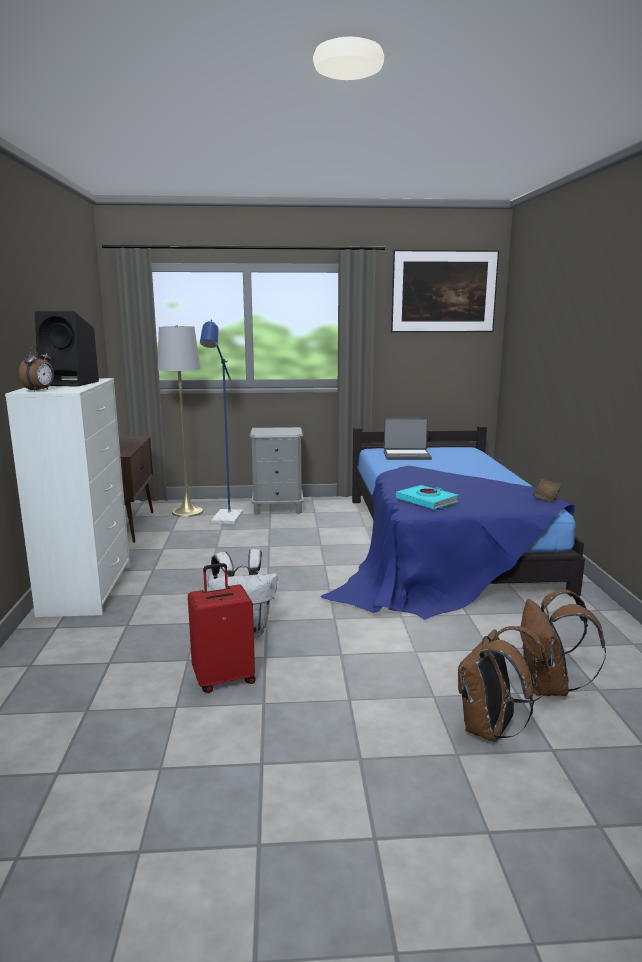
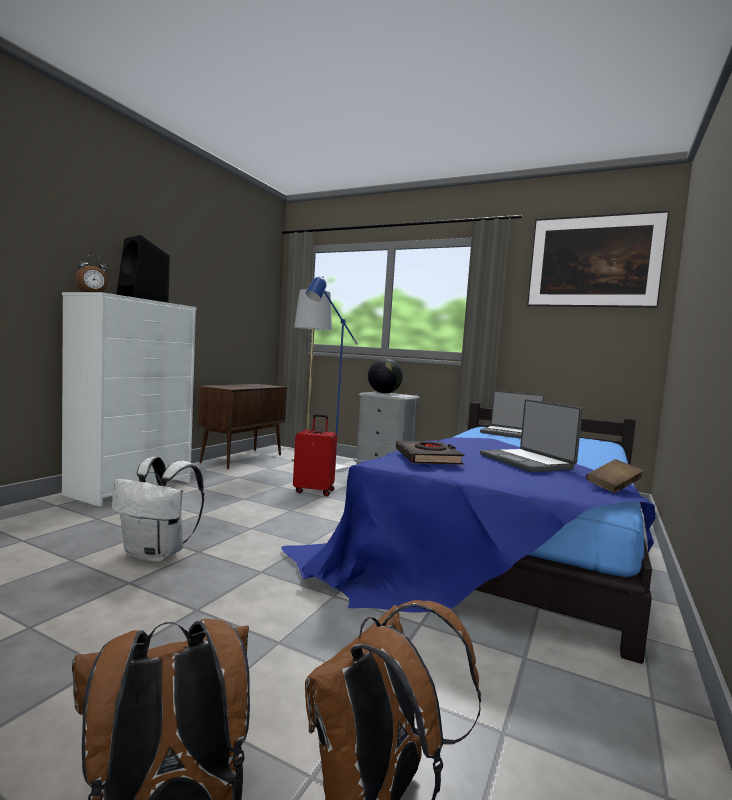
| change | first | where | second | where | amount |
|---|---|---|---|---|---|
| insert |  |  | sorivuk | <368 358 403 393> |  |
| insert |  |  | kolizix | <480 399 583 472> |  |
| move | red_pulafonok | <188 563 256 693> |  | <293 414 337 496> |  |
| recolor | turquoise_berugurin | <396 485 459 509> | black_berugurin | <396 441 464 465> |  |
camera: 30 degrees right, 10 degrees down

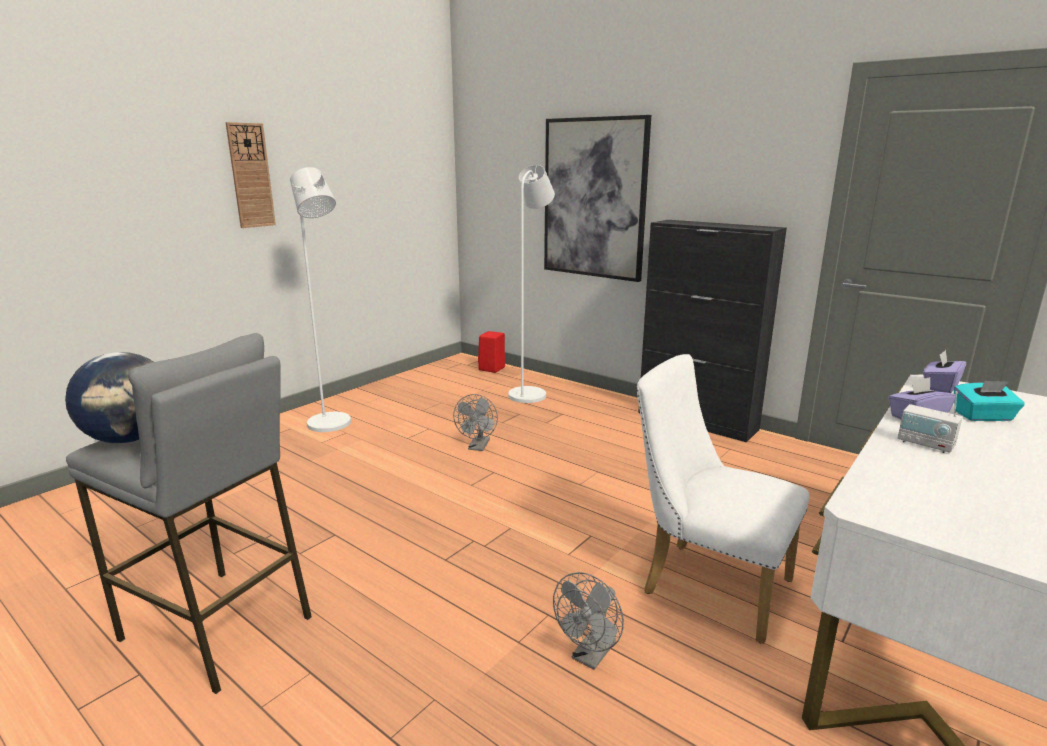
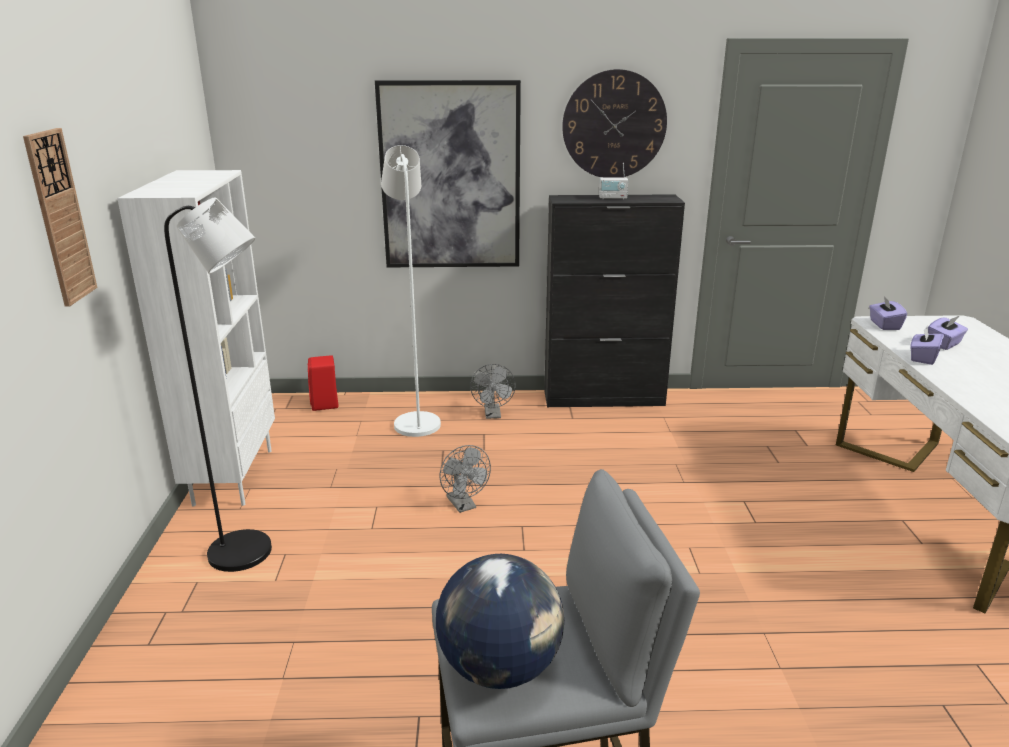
| change | first | where | second | where | amount |
|---|---|---|---|---|---|
| delete | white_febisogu | <636 354 809 644> |  |  |  |
| insert |  |  | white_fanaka | <117 170 275 506> |  |
| insert |  |  | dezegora | <562 69 667 178> |  |
| move | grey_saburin | <553 572 624 670> |  | <470 364 516 419> |  |
| move | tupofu | <898 391 963 453> |  | <599 163 628 200> |  |
| recolor | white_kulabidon | <290 167 351 432> | black_kulabidon | <164 197 272 572> |  |
| recolor | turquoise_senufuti | <954 381 1025 421> | purple_senufuti | <928 316 968 350> |  |
camera: 40 degrees left, 5 degrees up

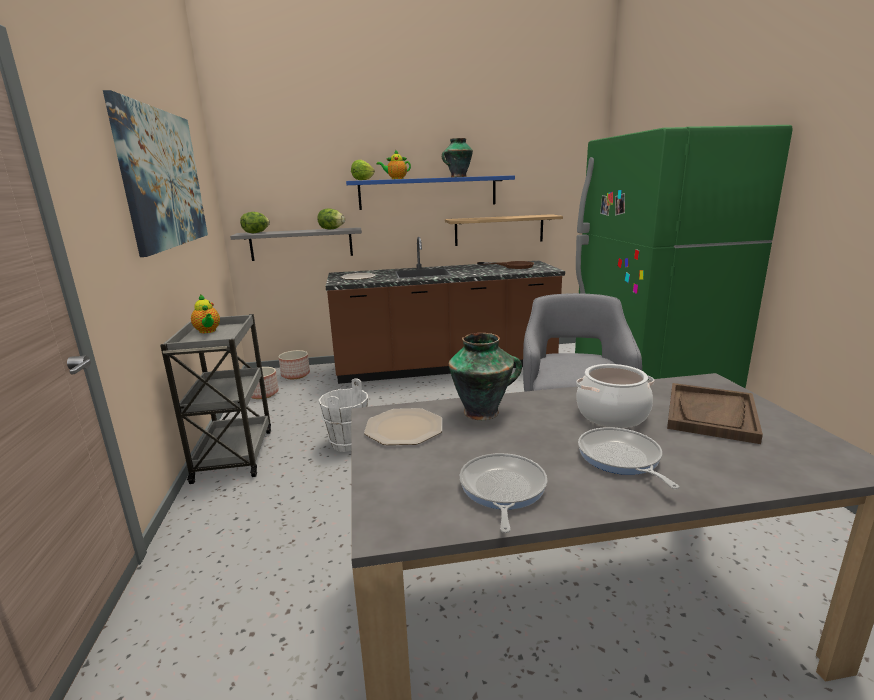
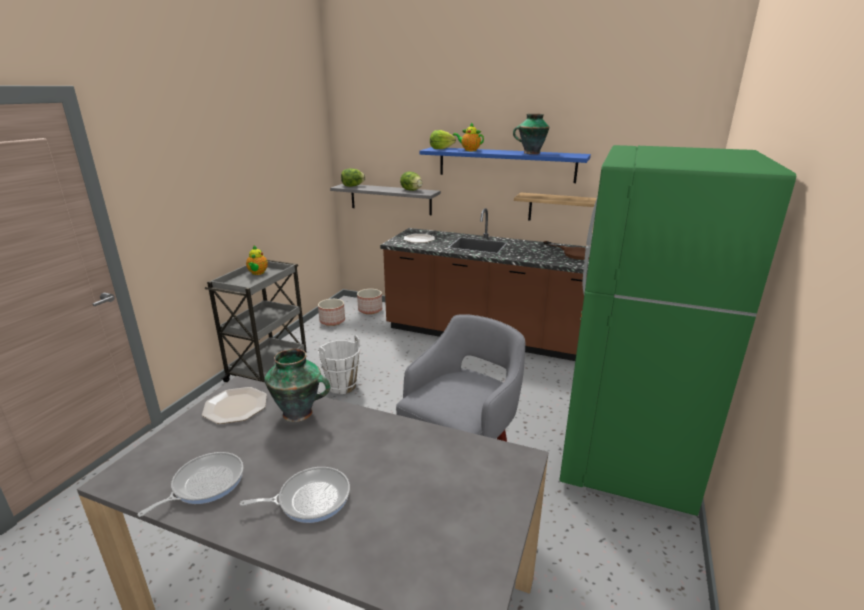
| change | first | where | second | where | amount |
|---|---|---|---|---|---|
| delete | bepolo | <103 90 208 257> |  |  |  |
| delete | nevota | <576 364 655 428> |  |  |  |
| delete | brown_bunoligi | <667 383 763 444> |  |  |  |
| rotate | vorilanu | <578 427 679 489> |  | <240 467 350 523> | 60 degrees clockwise |
camera: 30 degrees right, 5 degrees up

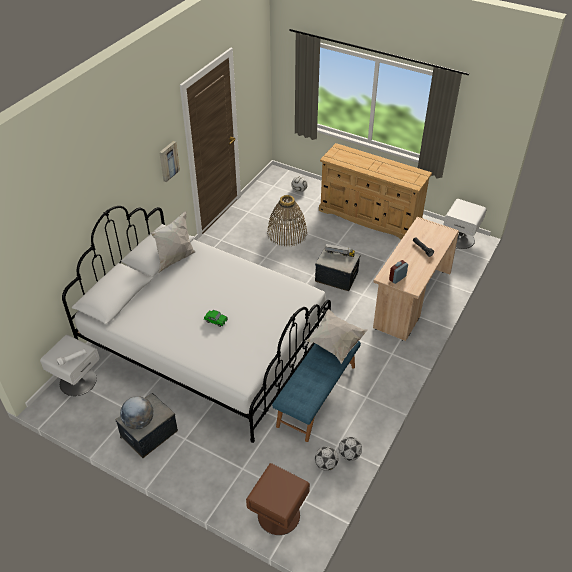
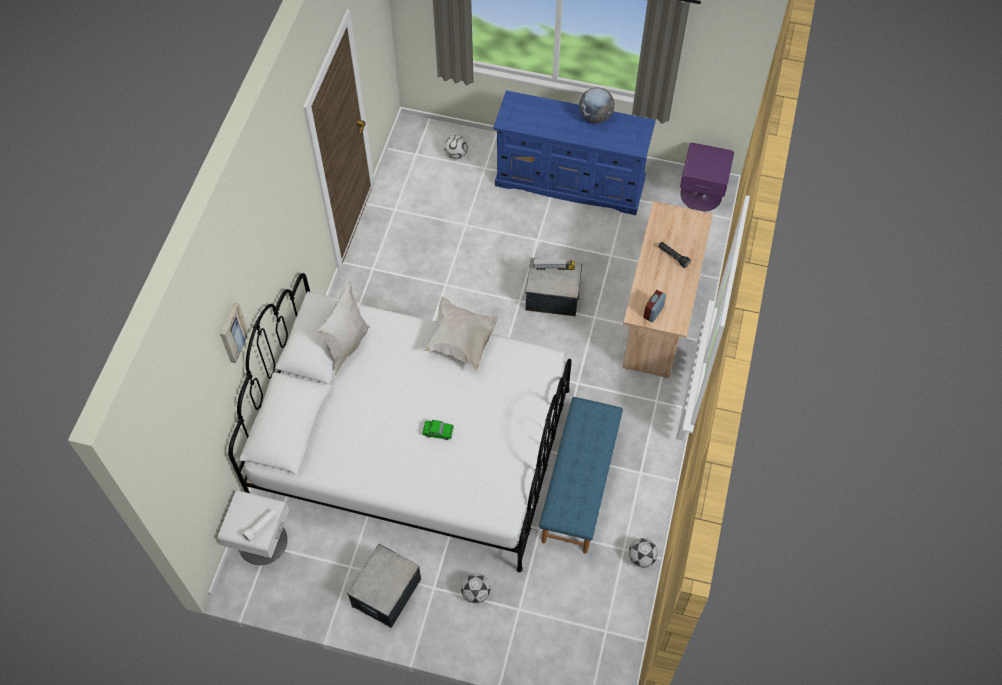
| change | first | where | second | where | amount |
|---|---|---|---|---|---|
| delete | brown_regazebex | <246 463 310 535> |  |  |  |
| delete | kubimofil | <268 195 307 247> |  |  |  |
| move | sorivuk | <120 396 154 429> |  | <579 87 615 124> |  |
| move | bepolo | <159 141 180 182> |  | <220 302 249 363> |  |
| move | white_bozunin | <305 309 367 364> |  | <423 297 499 372> |  |
| move | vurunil | <315 446 338 471> |  | <461 573 491 603> |  |
| recolor | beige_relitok | <319 143 432 240> | blue_relitok | <493 90 656 215> |  |
| recolor | white_regazebex | <443 199 487 249> | purple_regazebex | <680 143 734 212> |  |
camera: 15 degrees left, 15 degrees up

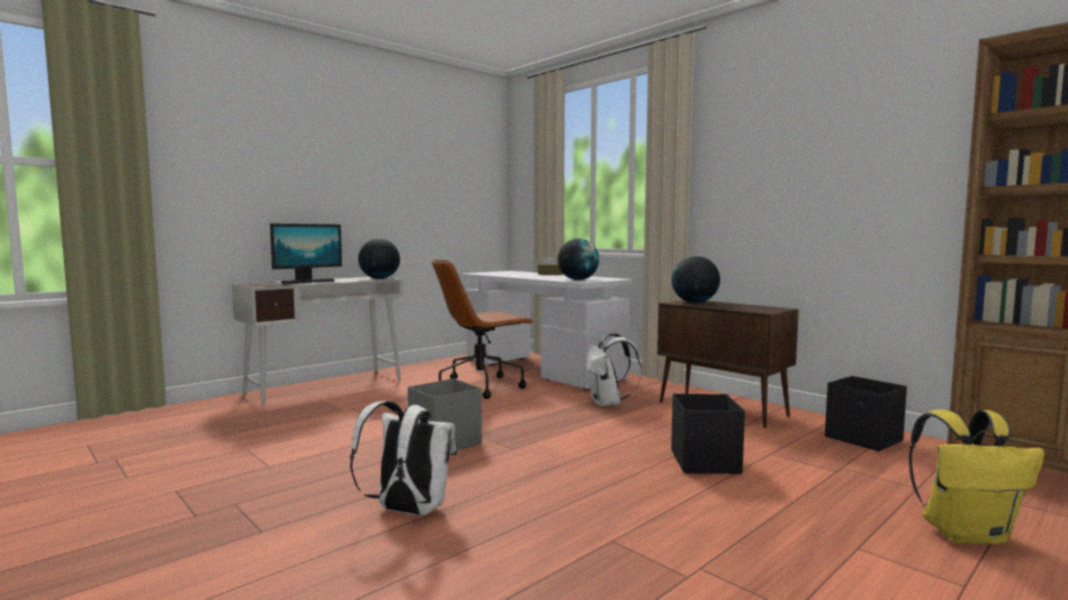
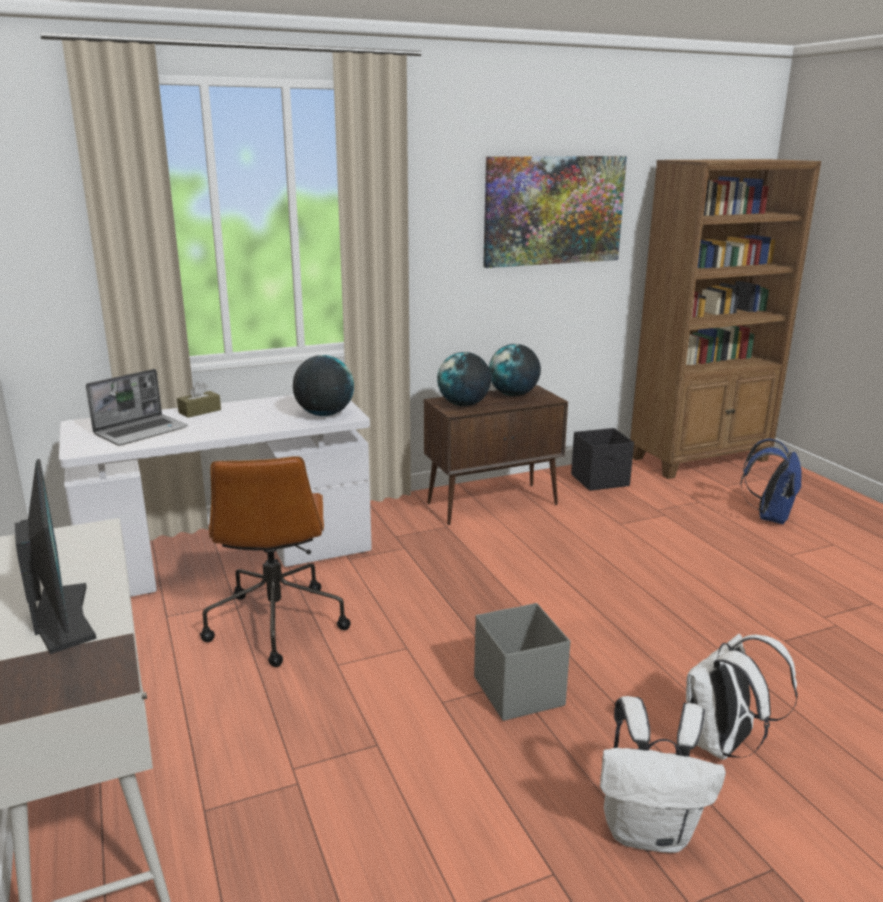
| change | first | where | second | where | amount |
|---|---|---|---|---|---|
| delete | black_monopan | <671 394 745 474> |  |  |  |
| insert |  |  | kolizix | <86 369 188 446> |  |
| insert |  |  | bepolo | <483 156 627 268> |  |
| move | sorivuk | <358 238 400 279> |  | <489 344 541 396> |  |
| move | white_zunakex | <586 333 642 406> |  | <600 696 726 853> |  |
| recolor | yellow_zunakex | <909 409 1045 544> | blue_zunakex | <740 439 802 525> |  |
camera: 70 degrees left, 15 degrees up

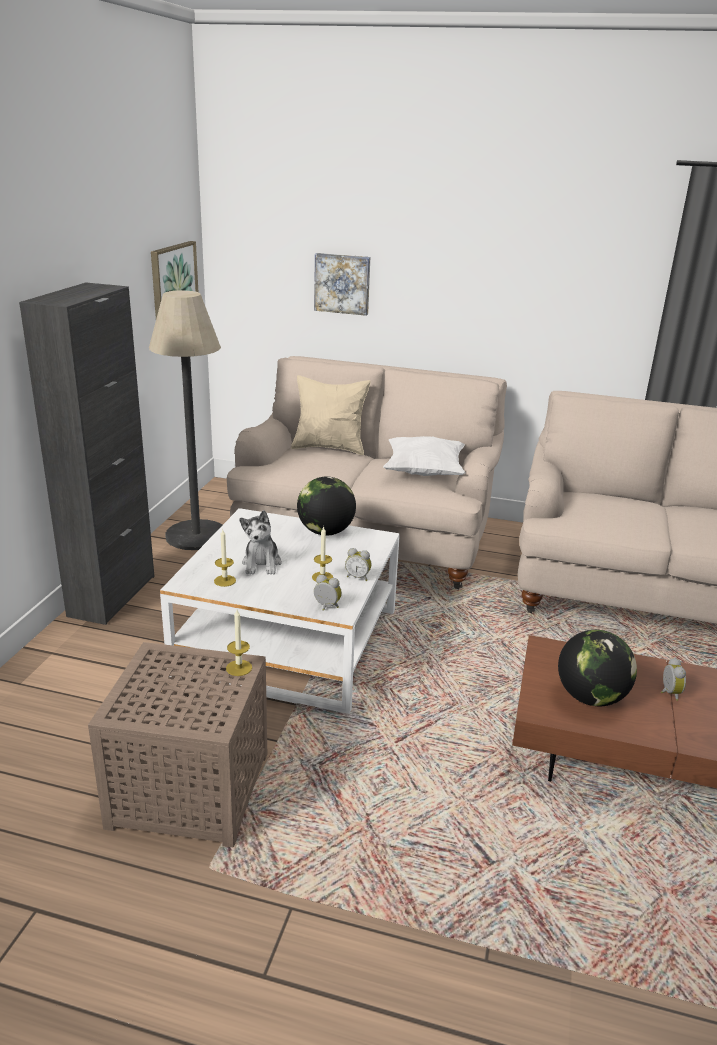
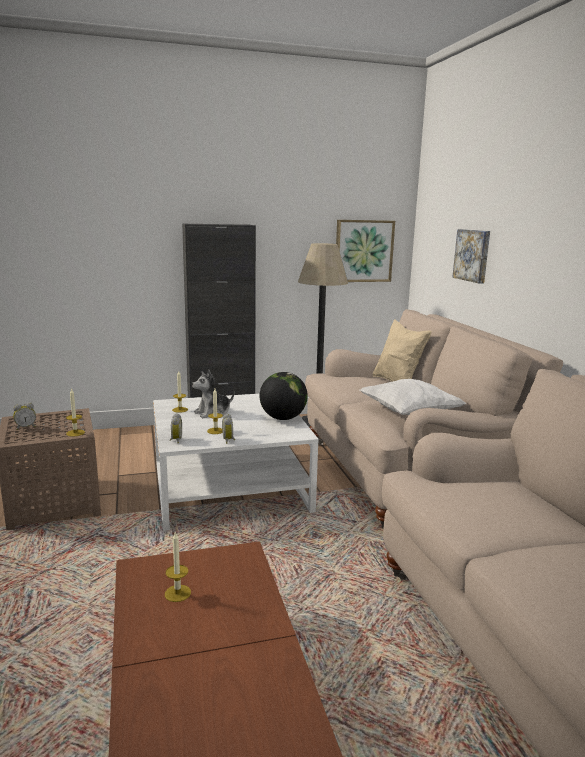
| change | first | where | second | where | amount |
|---|---|---|---|---|---|
| move | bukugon | <661 658 686 701> |  | <13 403 36 430> |  |
| replace | sorivuk | <558 630 637 706> | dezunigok | <165 531 191 602> |  |
camera: 60 degrees right, 10 degrees down

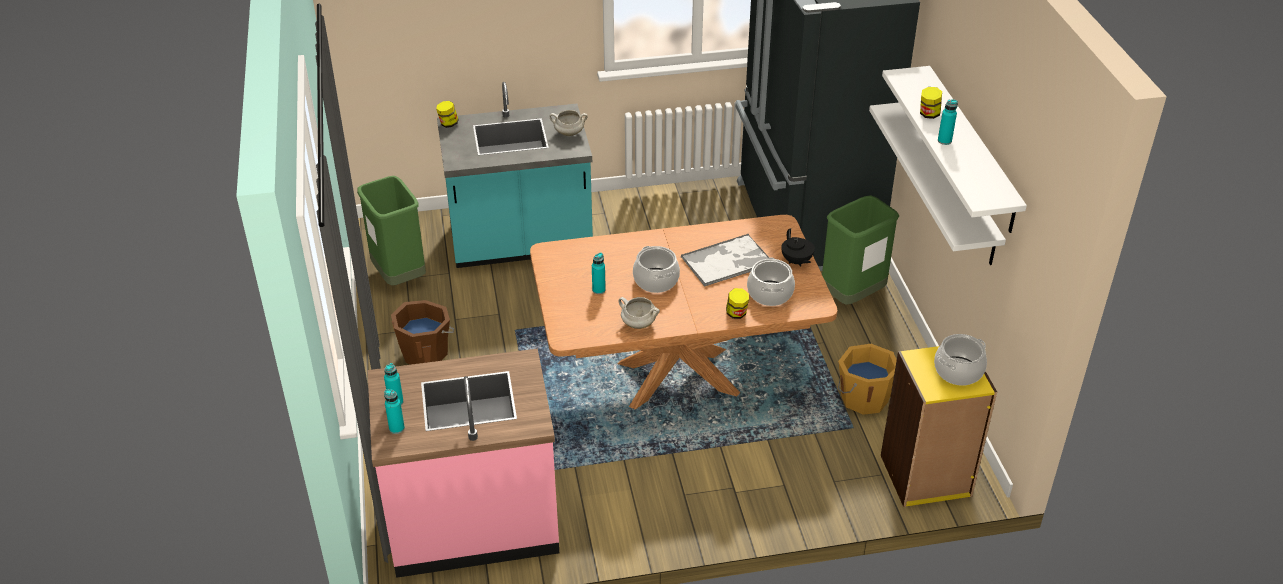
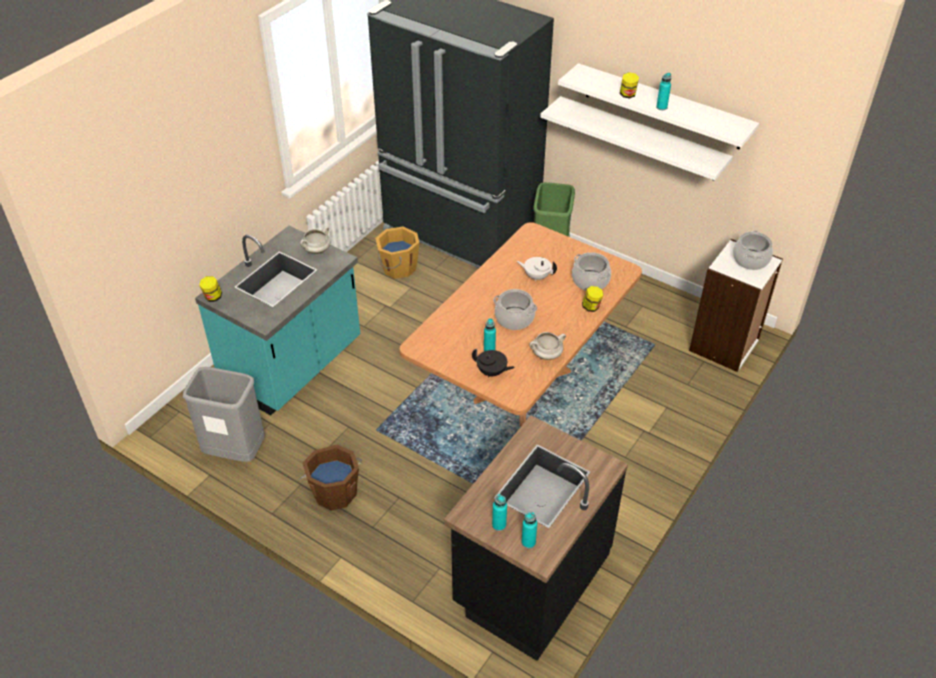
| change | first | where | second | where | amount |
|---|---|---|---|---|---|
| move | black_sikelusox | <781 228 815 267> |  | <472 349 515 378> |  |
| move | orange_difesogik | <838 344 897 415> |  | <375 226 419 279> |  |
| replace | bunoligi | <681 234 769 287> | white_sikelusox | <517 257 557 281> |  |
| recolor | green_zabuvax | <357 176 426 285> | grey_zabuvax | <183 367 265 462> |  |
| recolor | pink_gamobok | <368 348 559 578> | black_gamobok | <444 415 628 661> |  |
| recolor | yellow_fanaka | <881 346 997 507> | white_fanaka | <689 239 783 372> |  |
camera: 45 degrees left, 5 degrees up

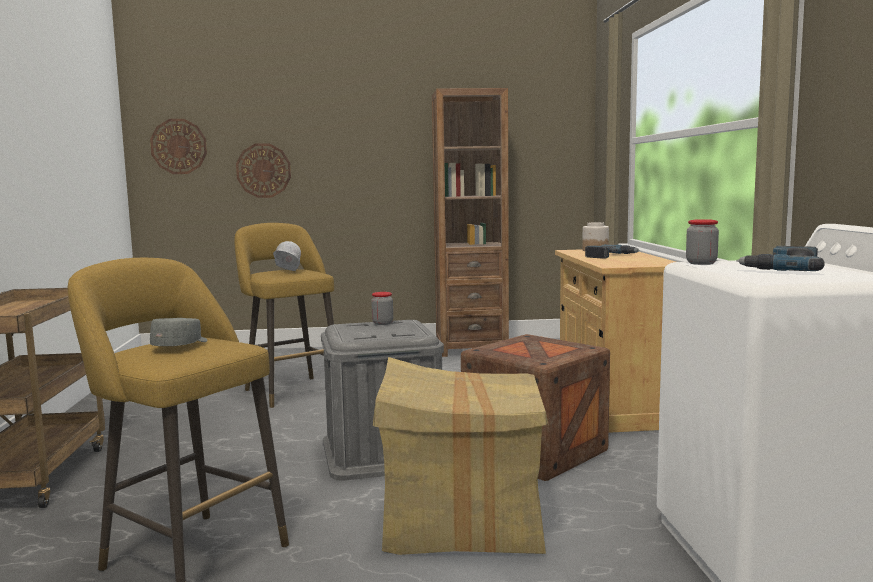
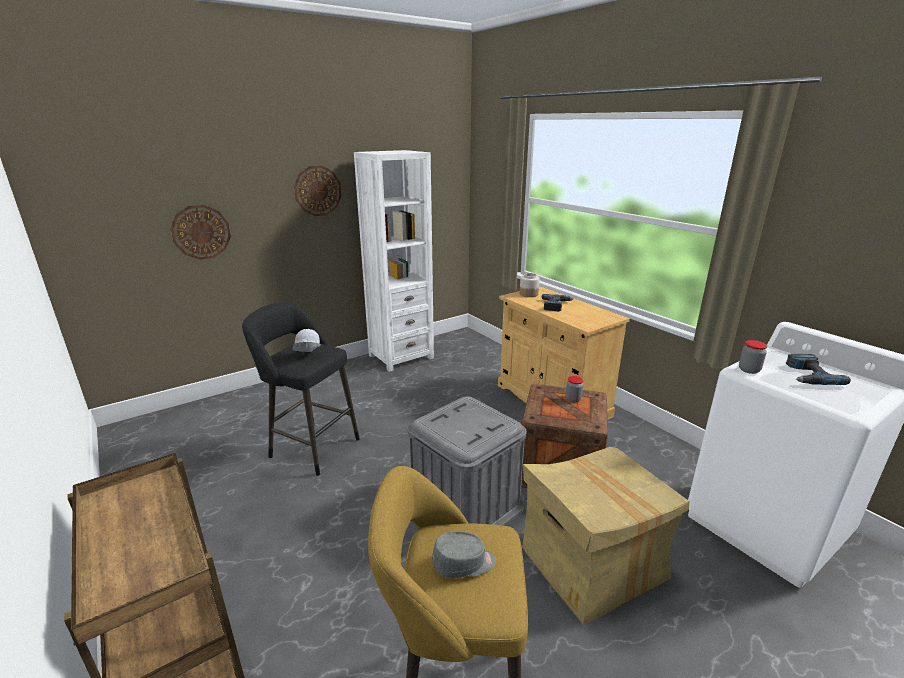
| change | first | where | second | where | amount |
|---|---|---|---|---|---|
| move | dezegora | <150 119 207 174> |  | <294 166 342 216> |  |
| move | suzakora | <371 292 393 325> |  | <566 376 583 403> |  |
| recolor | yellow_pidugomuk | <235 223 334 408> | black_pidugomuk | <242 302 360 476> |  |
| recolor | brown_fanaka | <432 88 509 357> | white_fanaka | <354 150 434 372> |  |
| rotate | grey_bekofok | <150 318 208 346> |  | <432 531 496 578> | 90 degrees clockwise |
camera: 30 degrees left, 15 degrees up

